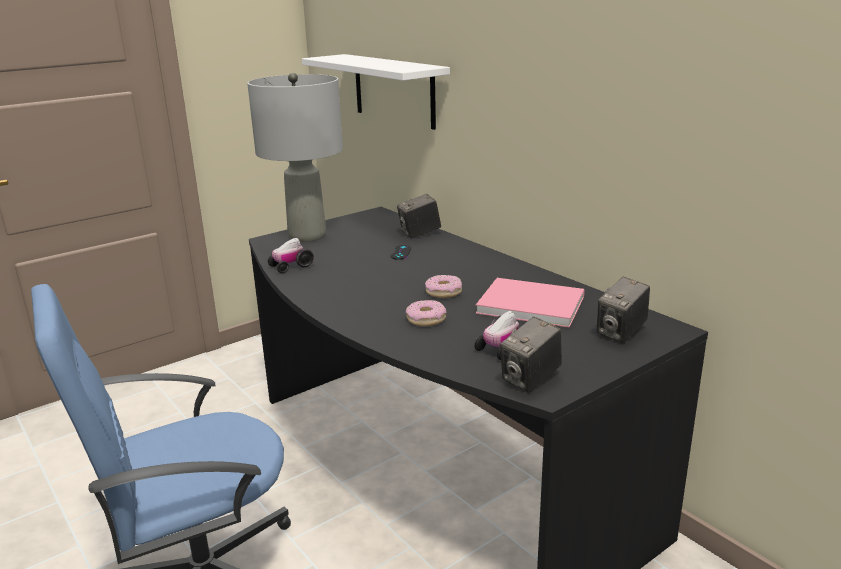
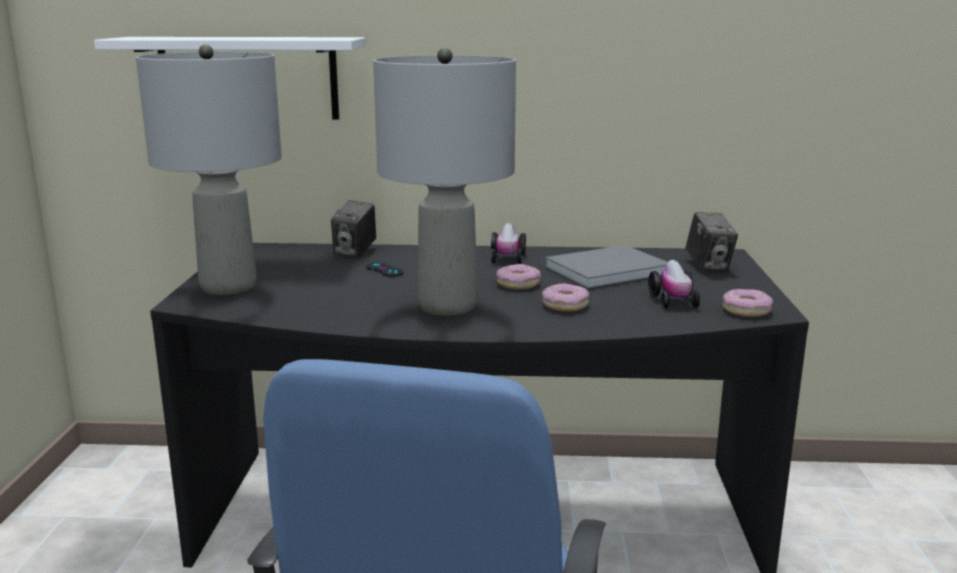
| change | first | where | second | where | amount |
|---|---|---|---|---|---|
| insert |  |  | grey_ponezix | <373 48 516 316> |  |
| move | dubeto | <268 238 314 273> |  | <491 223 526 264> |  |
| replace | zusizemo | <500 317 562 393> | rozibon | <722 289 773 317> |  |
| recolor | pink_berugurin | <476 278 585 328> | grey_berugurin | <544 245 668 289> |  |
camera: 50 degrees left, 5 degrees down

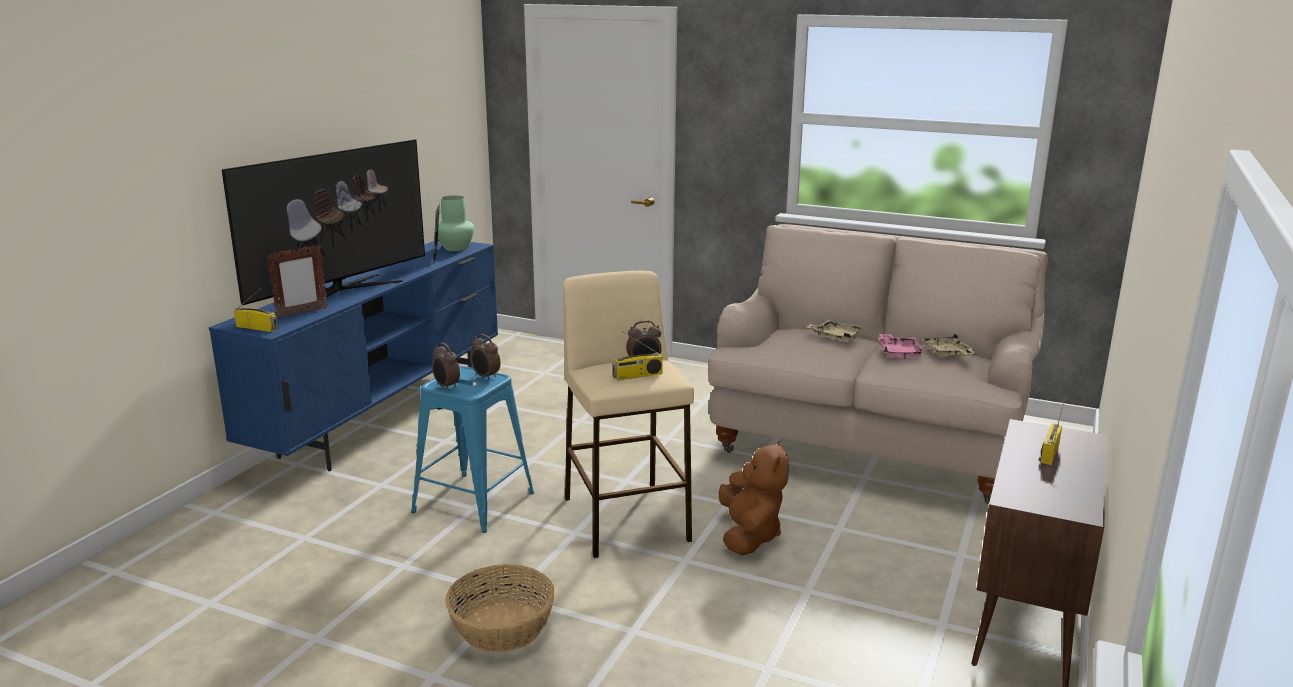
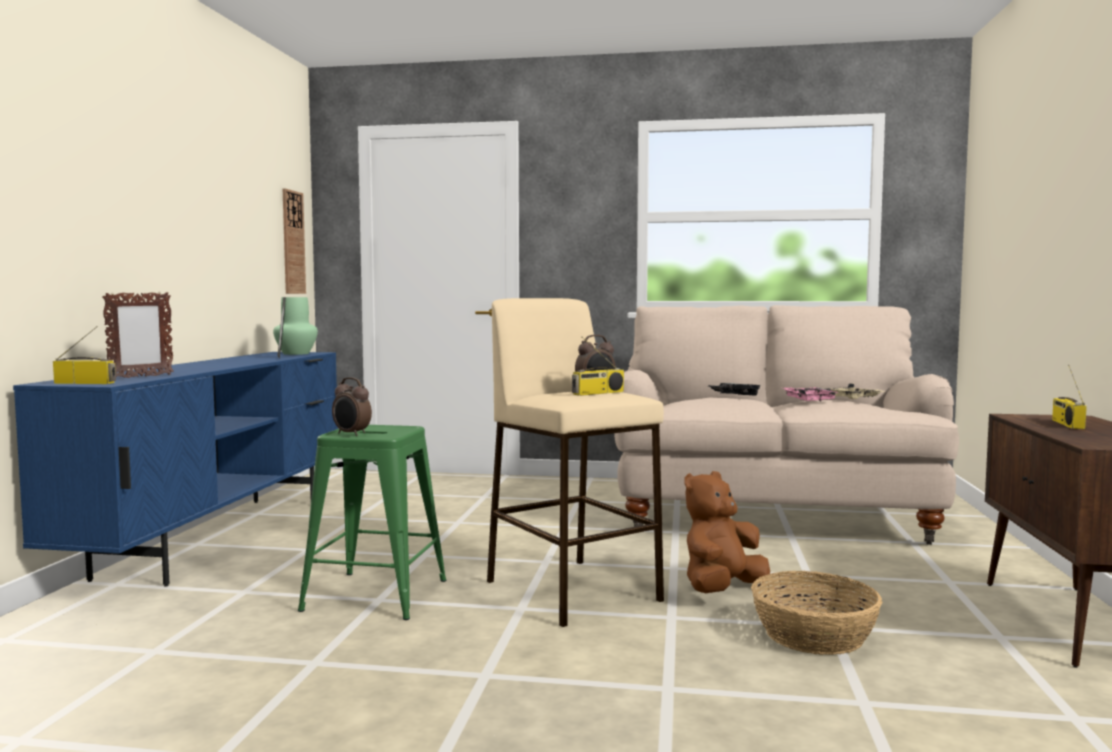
| change | first | where | second | where | amount |
|---|---|---|---|---|---|
| delete | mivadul | <222 139 425 312> |  |  |  |
| delete | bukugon | <470 334 501 381> |  |  |  |
| insert |  |  | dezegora | <283 188 306 294> |  |
| move | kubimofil | <445 564 555 652> |  | <751 571 882 655> |  |
| recolor | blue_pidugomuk | <411 366 534 533> | green_pidugomuk | <298 425 446 620> |  |
| recolor | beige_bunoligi | <807 320 863 342> | black_bunoligi | <707 383 760 396> |  |
| rotate | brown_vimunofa | <719 440 789 556> |  | <684 471 770 593> | 120 degrees counterclockwise |
camera: 15 degrees left, 15 degrees down

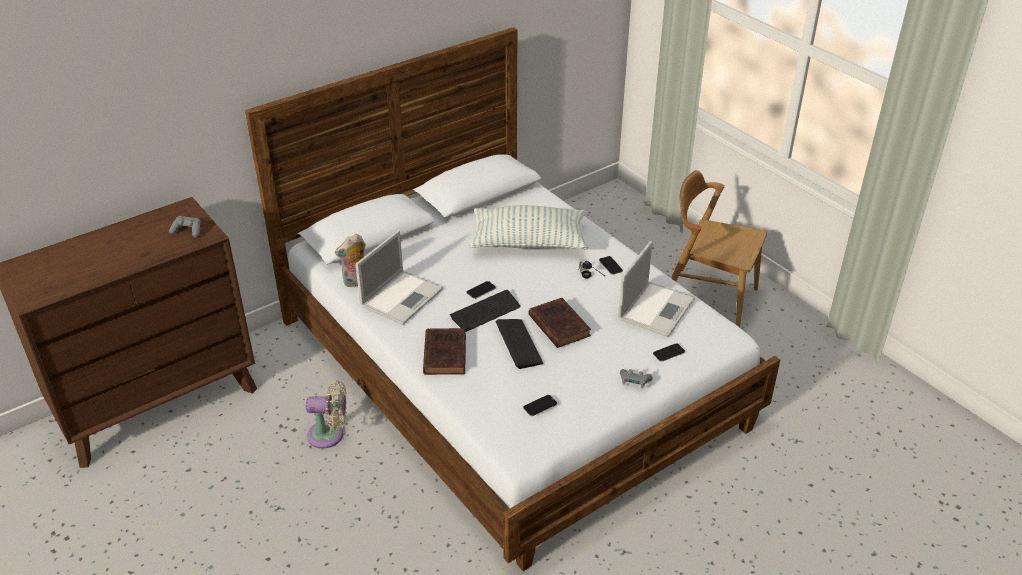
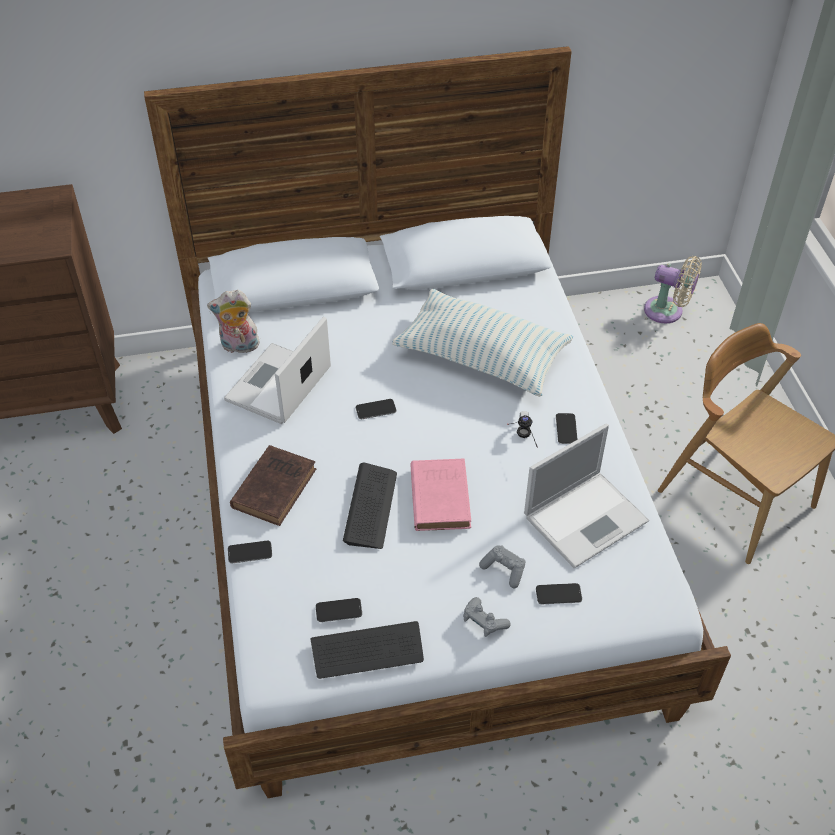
| change | first | where | second | where | amount |
|---|---|---|---|---|---|
| insert |  |  | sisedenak | <228 541 272 563> |  |
| move | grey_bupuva | <169 216 201 238> |  | <479 545 526 588> |  |
| move | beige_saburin | <306 380 347 449> |  | <644 256 702 324> |  |
| move | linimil | <450 290 520 332> |  | <311 621 424 679> |  |
| recolor | brown_berugurin | <528 298 591 348> | pink_berugurin | <410 459 471 531> |  |
| rotate | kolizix | <355 230 443 325> |  | <224 316 331 424> | 150 degrees clockwise |
camera: 25 degrees right, 10 degrees up

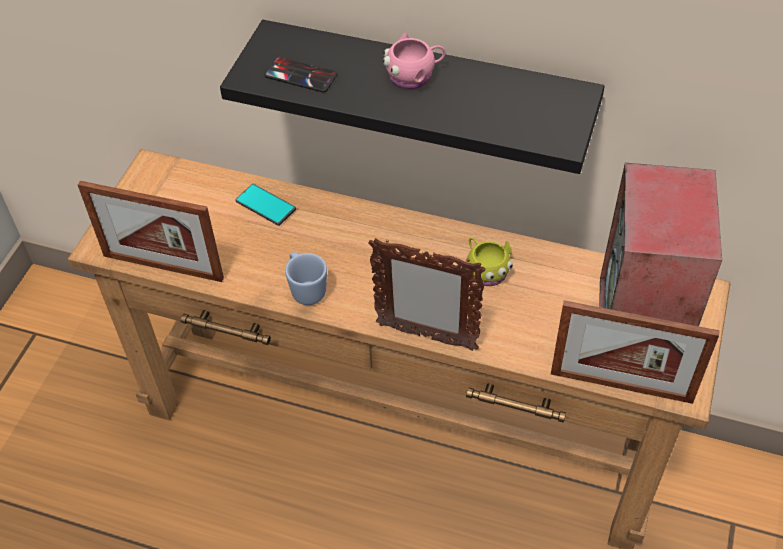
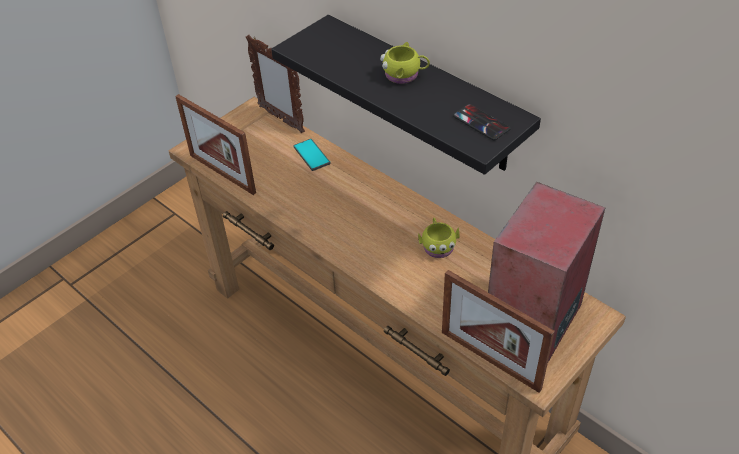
| change | first | where | second | where | amount |
|---|---|---|---|---|---|
| delete | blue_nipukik | <285 252 327 305> |  |  |  |
| move | sisedenak | <264 57 337 92> |  | <453 104 511 140> |  |
| move | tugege | <369 238 486 351> |  | <246 35 305 133> |  |
| recolor | pink_nipukik | <383 33 446 89> | yellow_nipukik | <380 42 430 84> |  |
camera: 25 degrees right, 5 degrees down

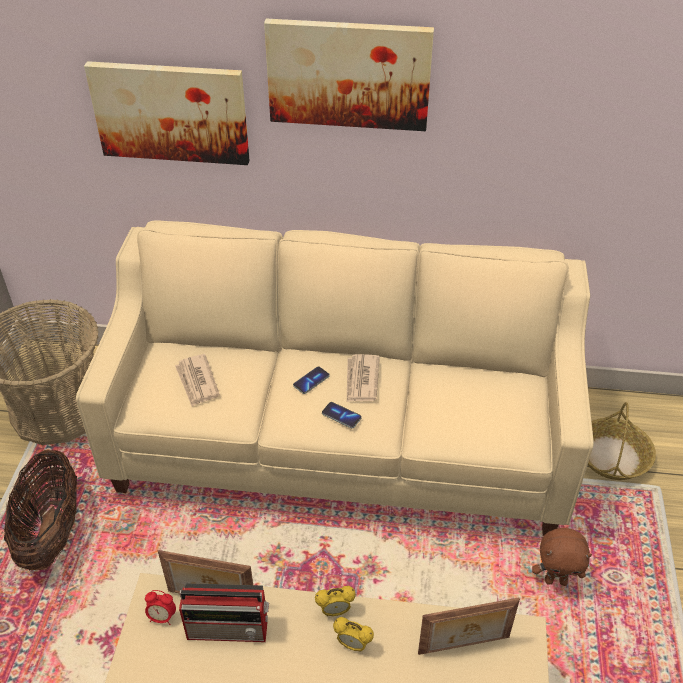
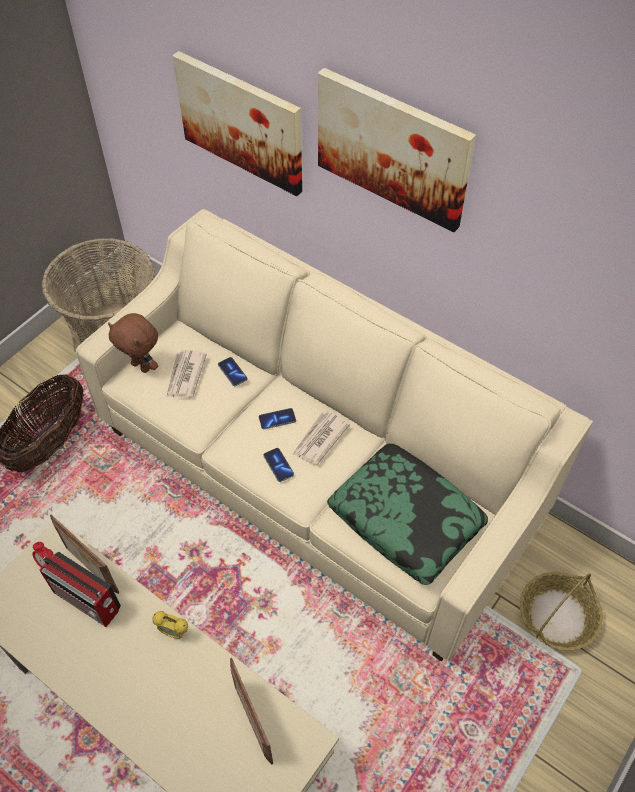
| change | first | where | second | where | amount |
|---|---|---|---|---|---|
| delete | bukugon | <333 617 374 652> |  |  |  |
| insert |  |  | sisedenak | <218 357 247 386> |  |
| insert |  |  | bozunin | <327 443 488 585> |  |
| move | brown_vimunofa | <532 528 592 586> |  | <108 313 158 373> |  |
| rotate | tugege | <418 597 520 655> |  | <230 658 273 765> | 45 degrees clockwise |
camera: 30 degrees right, 10 degrees up

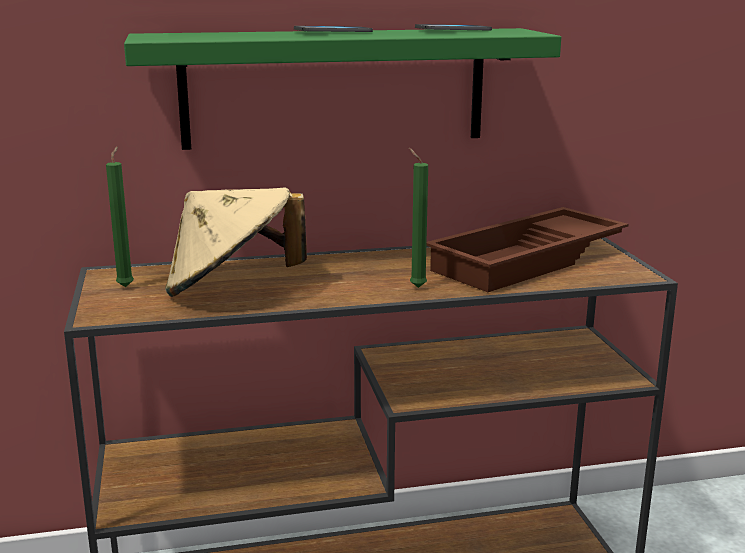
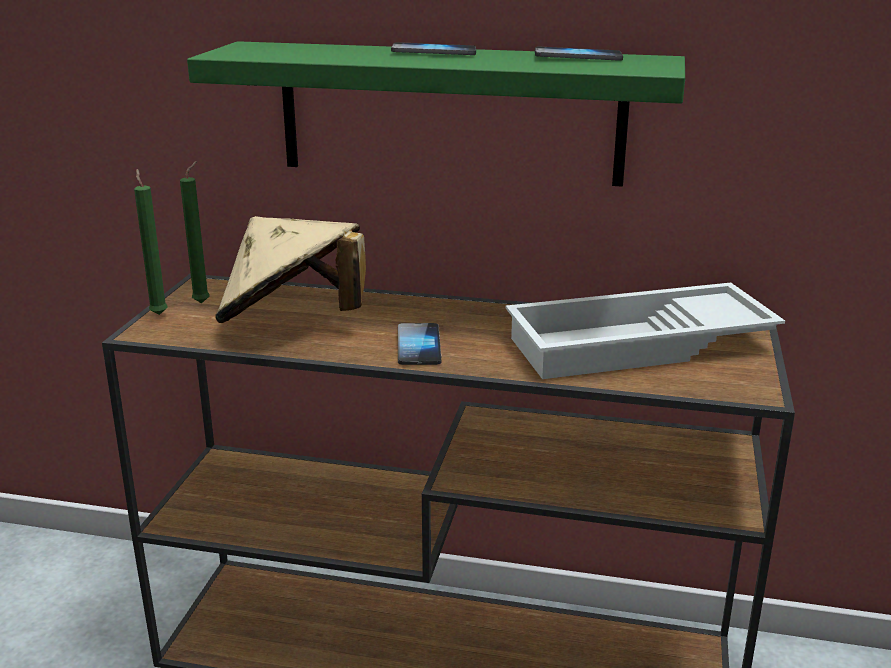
| change | first | where | second | where | amount |
|---|---|---|---|---|---|
| insert |  |  | sisedenak | <398 323 442 365> |  |
| move | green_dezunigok | <409 148 428 288> |  | <134 169 168 315> |  |
| recolor | brown_bunoligi | <426 207 629 292> | white_bunoligi | <506 282 785 379> |  |
camera: 25 degrees right, 5 degrees up

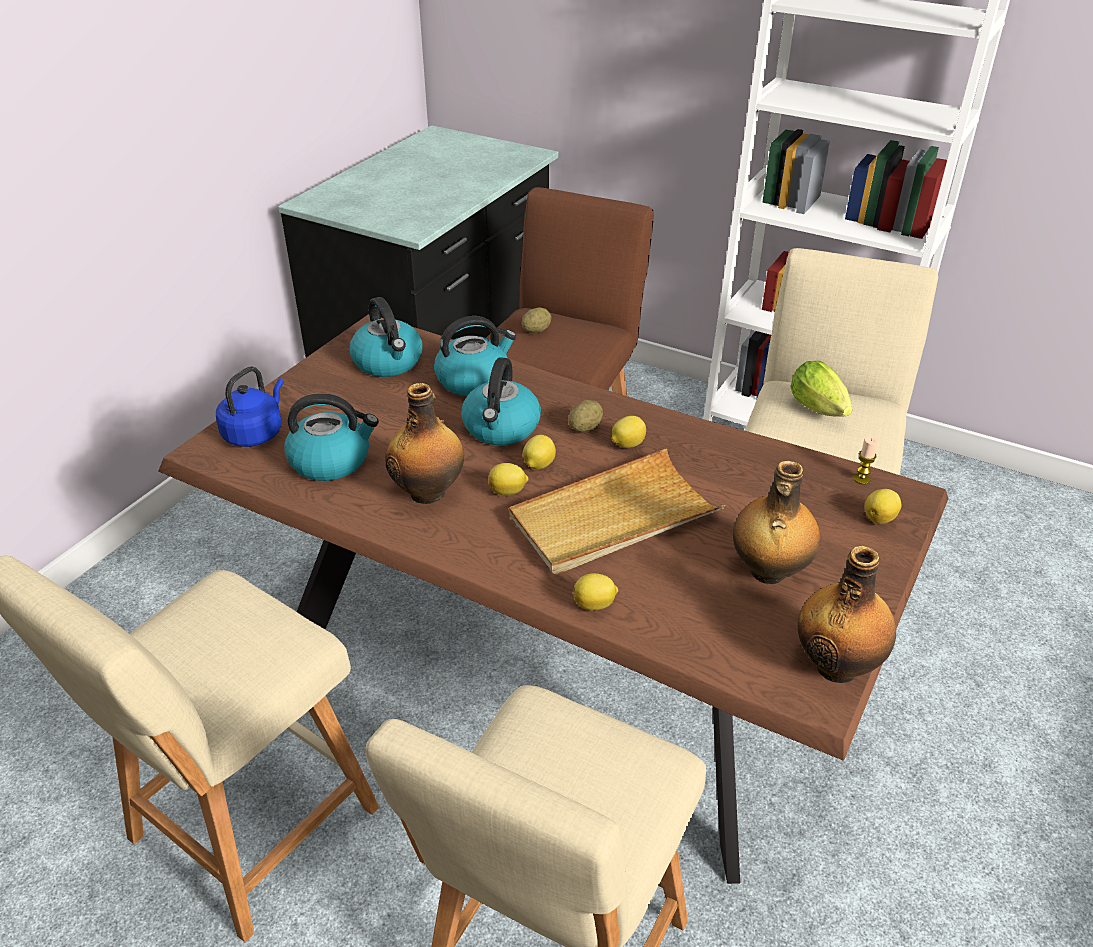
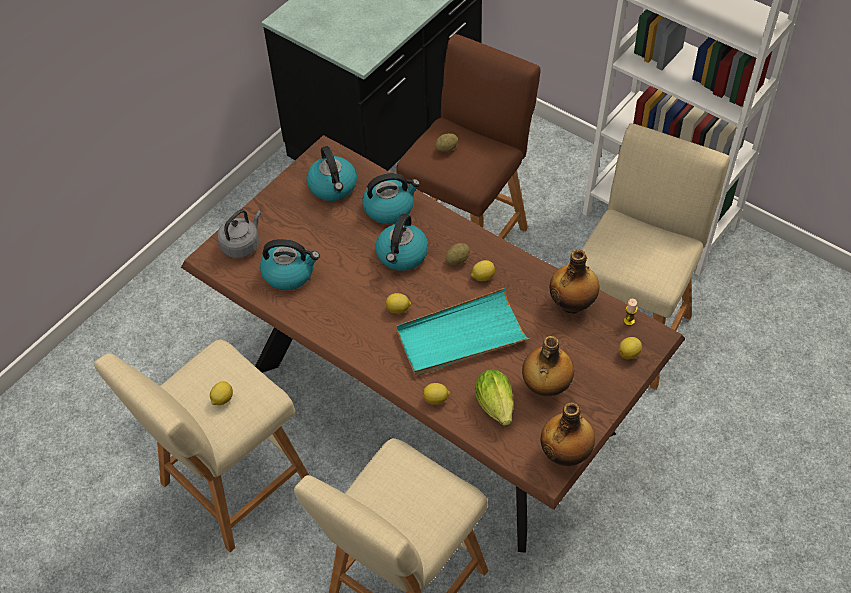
| change | first | where | second | where | amount |
|---|---|---|---|---|---|
| move | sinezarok | <385 383 464 504> |  | <550 249 599 314> |  |
| move | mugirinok | <523 435 556 469> |  | <210 381 233 405> |  |
| move | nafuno | <790 361 853 417> |  | <475 370 513 426> |  |
| recolor | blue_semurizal | <216 366 284 447> | grey_semurizal | <217 209 261 258> |  |
| recolor | beige_bunoligi | <509 448 725 574> | turquoise_bunoligi | <396 288 530 376> |  |
camera: 10 degrees right, 15 degrees up

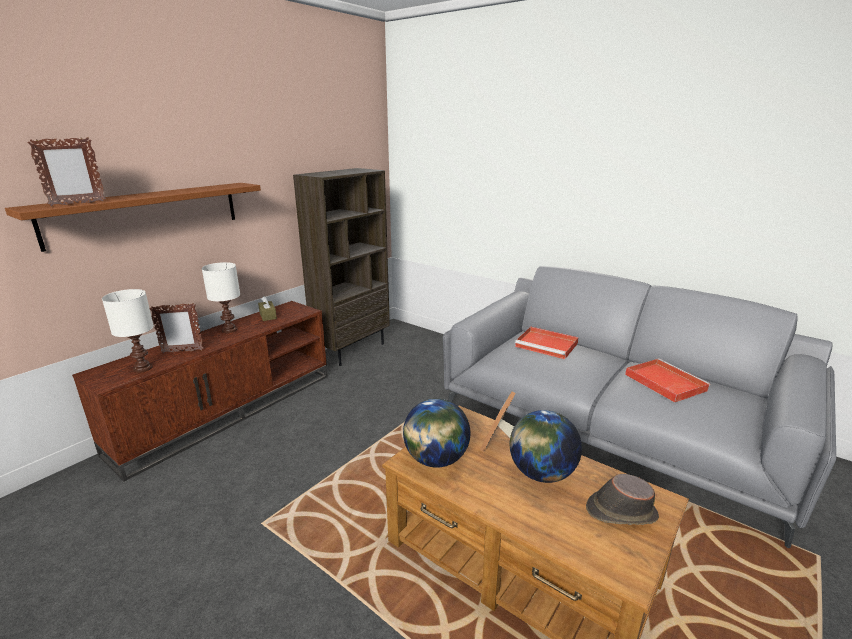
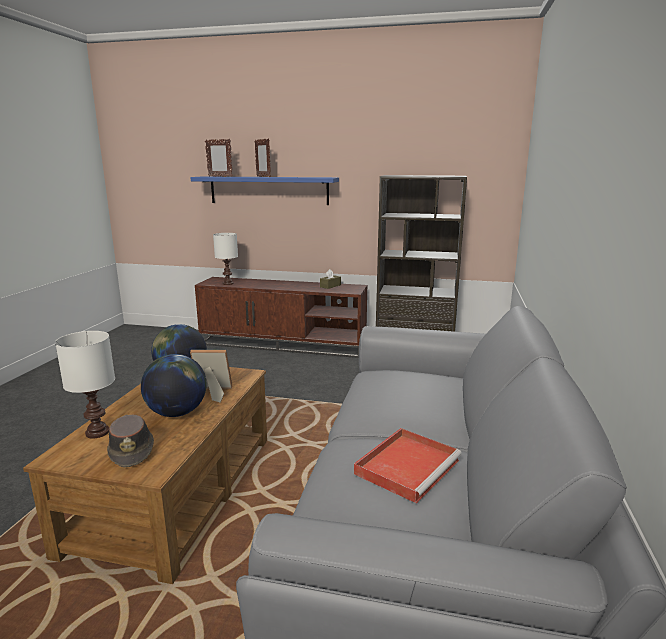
| change | first | where | second | where | amount |
|---|---|---|---|---|---|
| delete | red_bunoligi | <515 327 579 359> |  |  |  |
| move | tugege | <150 303 204 353> |  | <254 138 271 177> |  |
| move | white_ponezix | <202 262 240 333> |  | <55 331 115 438> |  |
| recolor | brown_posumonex | <5 183 261 252> | blue_posumonex | <190 176 339 205> |  |
camera: 65 degrees right, 5 degrees down

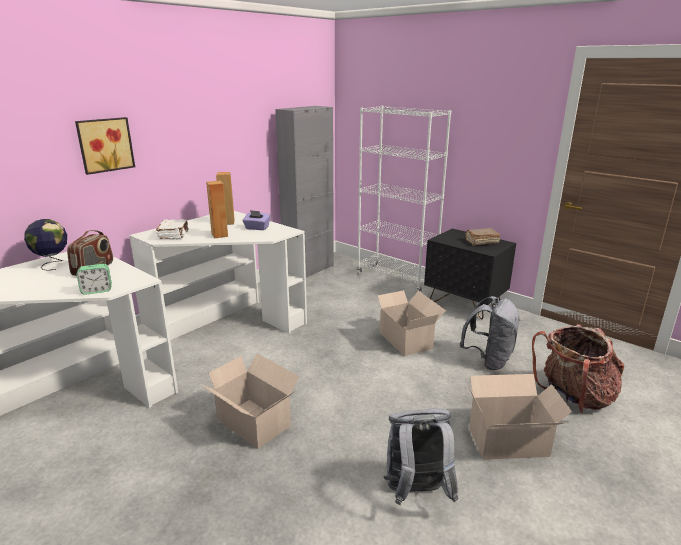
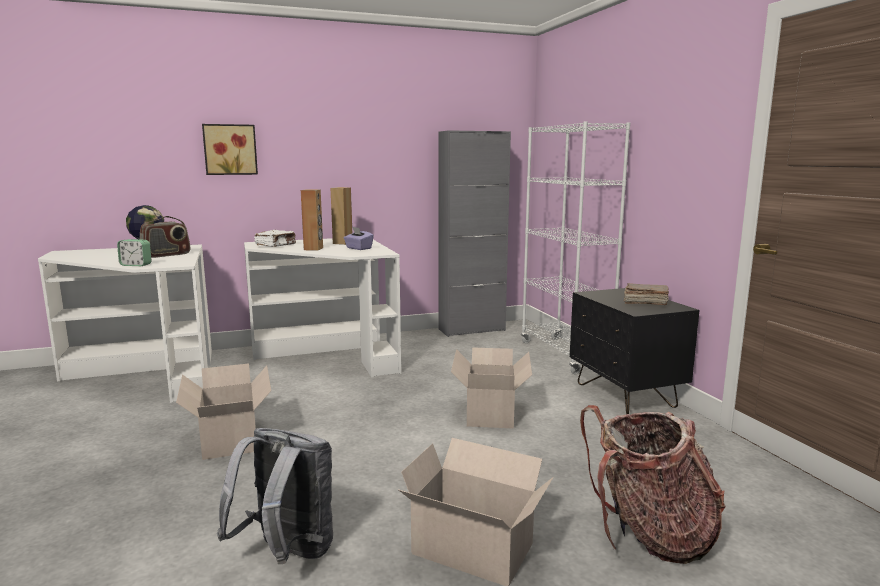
| change | first | where | second | where | amount |
|---|---|---|---|---|---|
| delete | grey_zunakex | <460 296 520 370> |  |  |  |
camera: 30 degrees right, 10 degrees down

